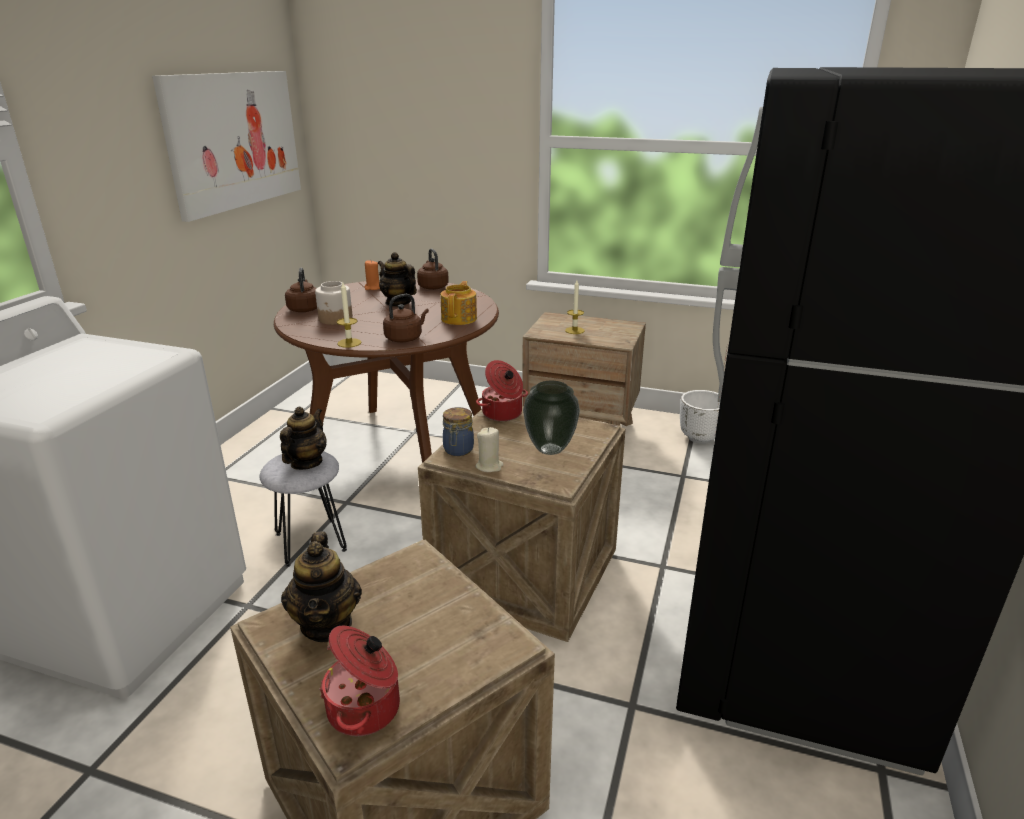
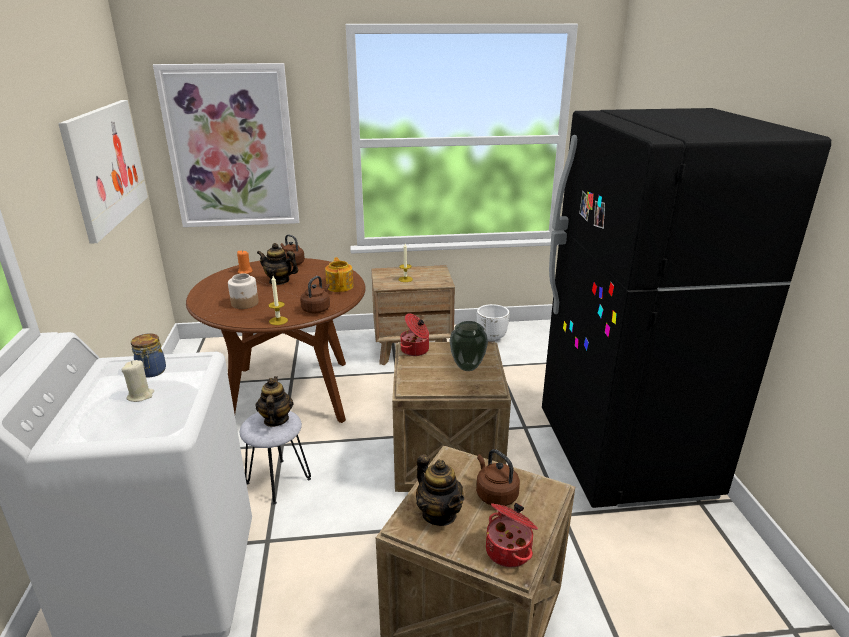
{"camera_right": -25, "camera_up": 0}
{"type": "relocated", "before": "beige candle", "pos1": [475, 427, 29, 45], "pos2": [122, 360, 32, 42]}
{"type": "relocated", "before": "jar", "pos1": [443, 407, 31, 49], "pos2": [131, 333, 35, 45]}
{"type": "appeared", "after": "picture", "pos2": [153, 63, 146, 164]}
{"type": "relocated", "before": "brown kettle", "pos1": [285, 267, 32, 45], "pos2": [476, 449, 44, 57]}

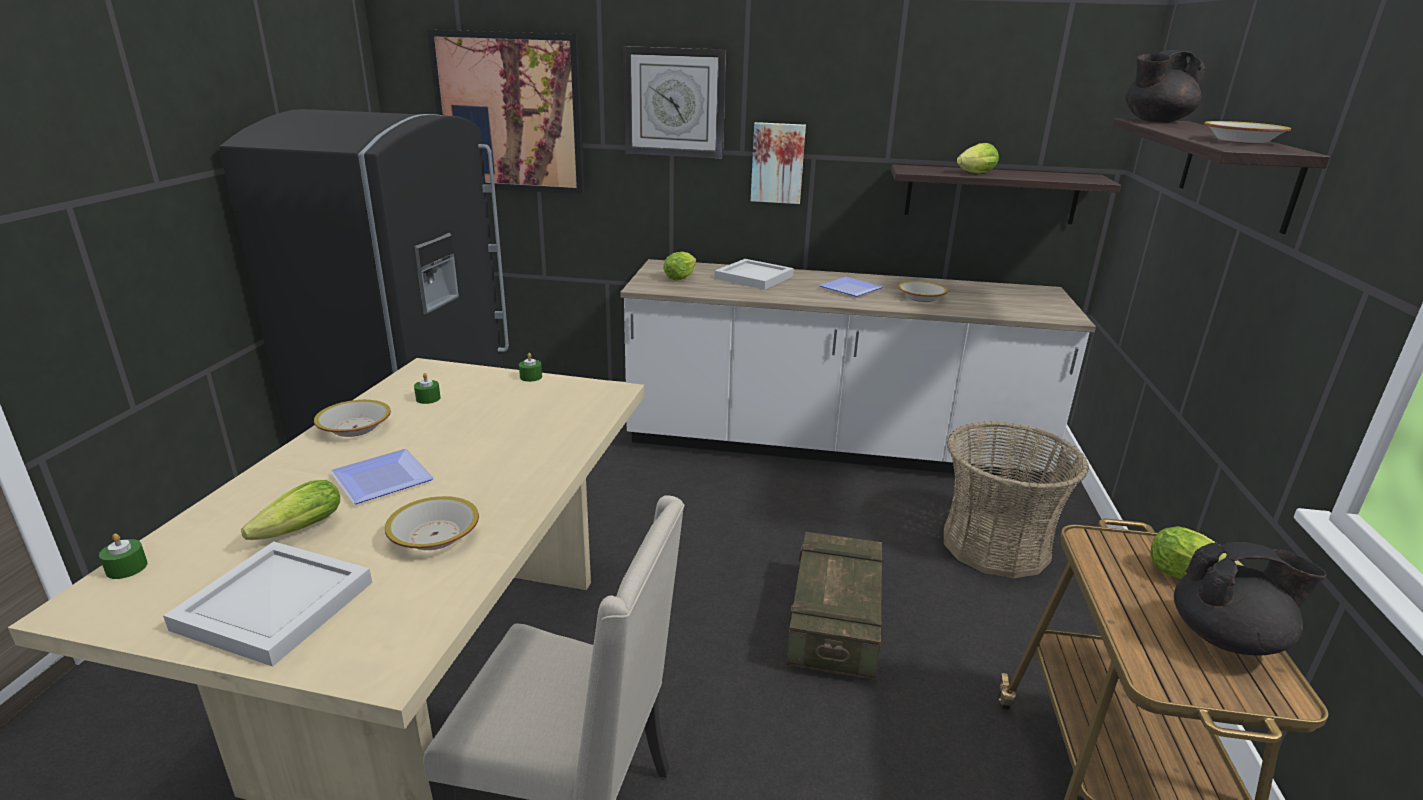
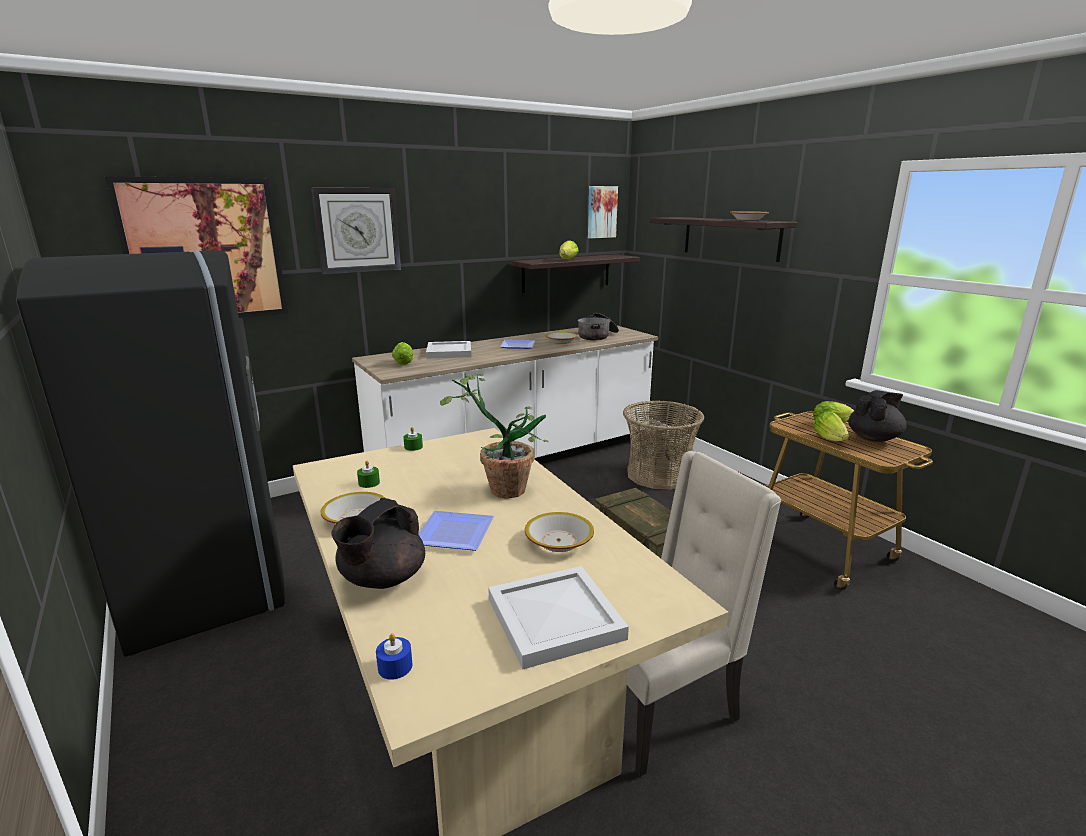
{"camera_right": -40, "camera_up": -5}
{"type": "relocated", "before": "black teapot", "pos1": [1125, 50, 81, 73], "pos2": [332, 498, 93, 91]}
{"type": "colour", "before": "green candle", "after": "blue candle", "pos1": [99, 533, 49, 46], "pos2": [376, 633, 37, 47]}
{"type": "appeared", "after": "potted plant", "pos2": [440, 373, 110, 126]}
{"type": "appeared", "after": "cooking pot", "pos2": [578, 313, 41, 27]}
{"type": "relocated", "before": "picture", "pos1": [751, 122, 55, 82], "pos2": [588, 186, 30, 53]}
{"type": "relocated", "before": "lettuce", "pos1": [241, 480, 99, 60], "pos2": [814, 411, 35, 30]}

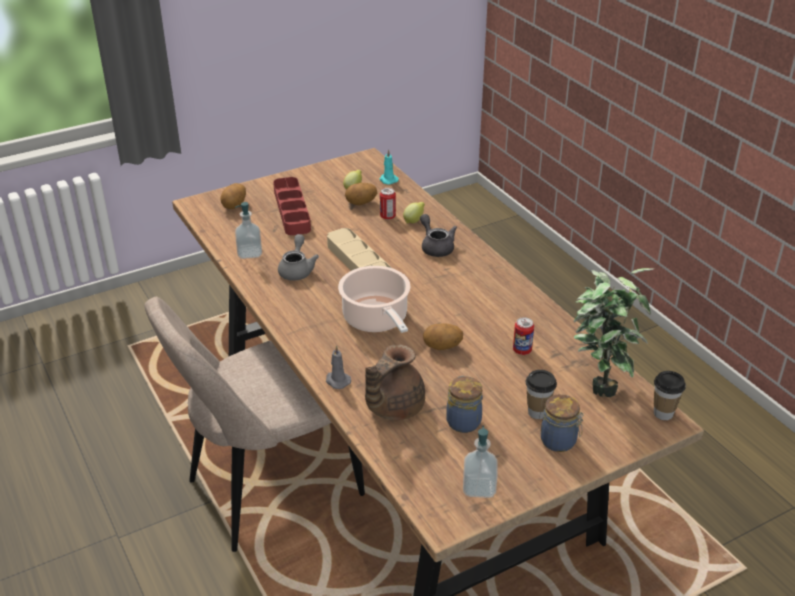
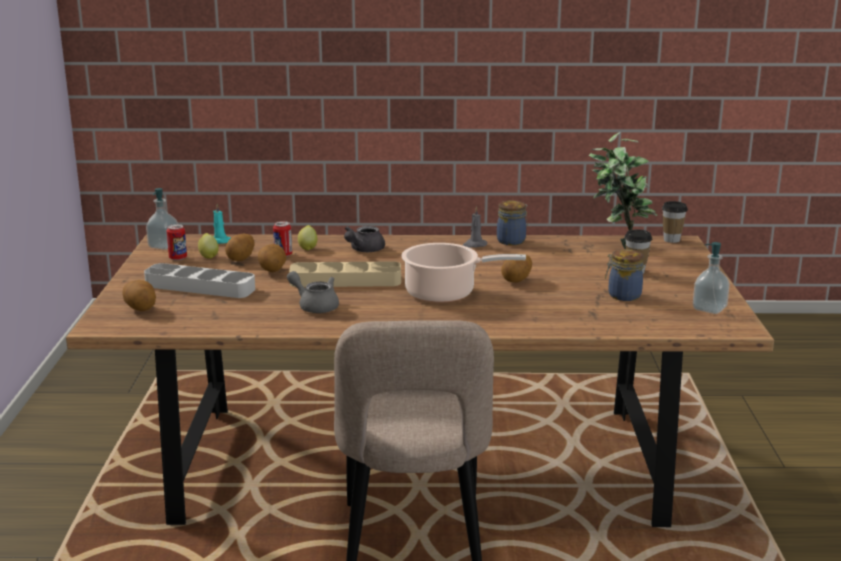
{"camera_right": -60, "camera_up": -15}
{"type": "colour", "before": "red tray", "after": "grey tray", "pos1": [273, 177, 38, 58], "pos2": [144, 263, 111, 35]}
{"type": "relocated", "before": "soap dispenser", "pos1": [235, 202, 27, 57], "pos2": [146, 188, 32, 62]}
{"type": "relocated", "before": "can", "pos1": [513, 317, 21, 38], "pos2": [166, 224, 21, 37]}
{"type": "appeared", "after": "potato", "pos2": [258, 244, 28, 28]}
{"type": "spun", "before": "grey teapot", "pos1": [420, 214, 37, 43], "pos2": [344, 226, 41, 26], "turn": -60}
{"type": "relocated", "before": "grey candle", "pos1": [326, 345, 25, 44], "pos2": [463, 207, 24, 41]}
{"type": "relocated", "before": "jar", "pos1": [541, 394, 43, 58], "pos2": [497, 201, 30, 44]}
{"type": "missing", "before": "brown teapot", "pos1": [365, 344, 60, 77]}

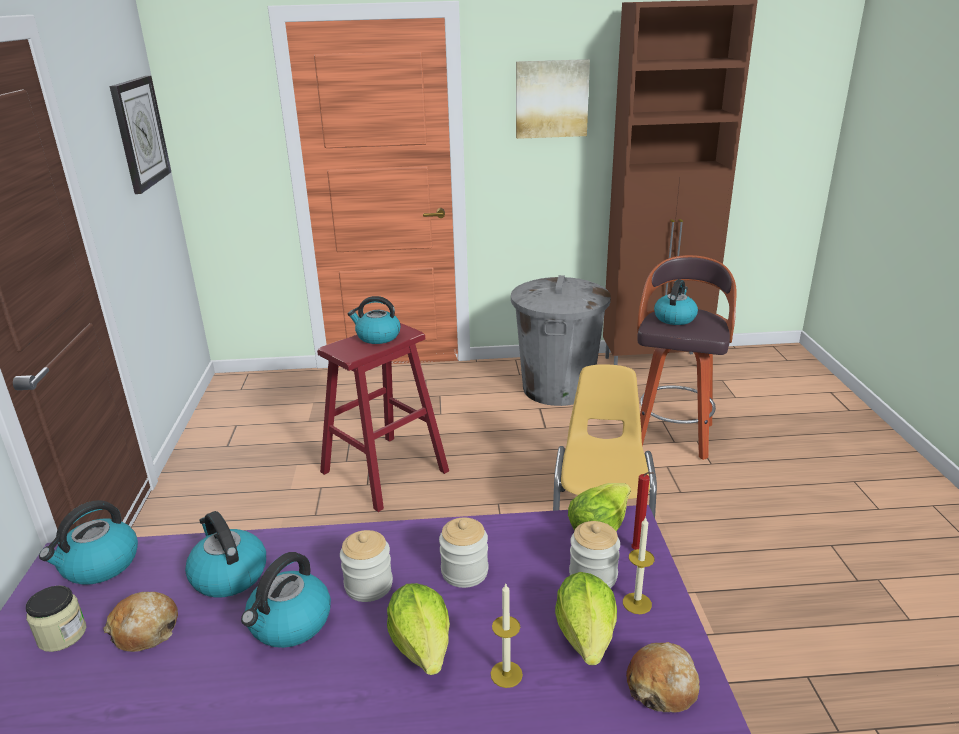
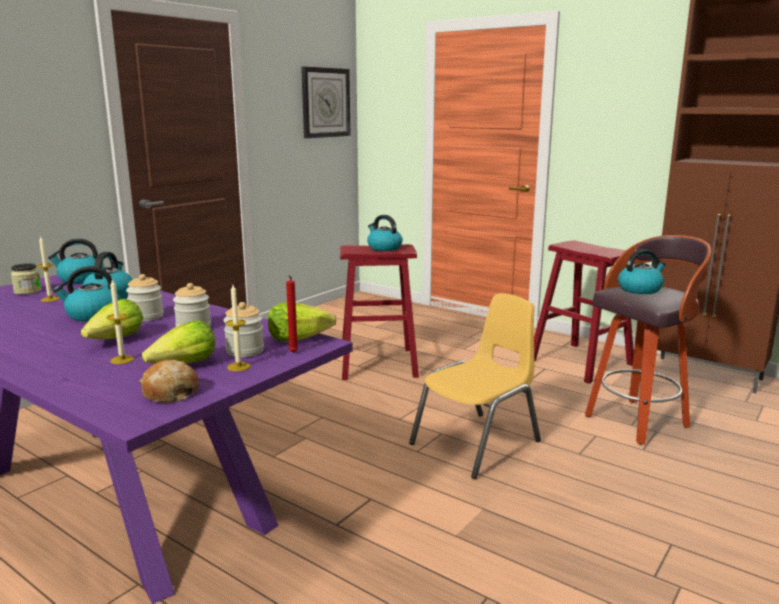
{"camera_right": 40, "camera_up": -10}
{"type": "exchanged", "before": "bread", "after": "candle", "pos1": [104, 592, 74, 60], "pos2": [37, 237, 23, 65]}
{"type": "exchanged", "before": "grey trash can", "after": "red stool", "pos1": [511, 275, 100, 131], "pos2": [534, 241, 100, 143]}
{"type": "missing", "before": "picture", "pos1": [516, 59, 74, 80]}

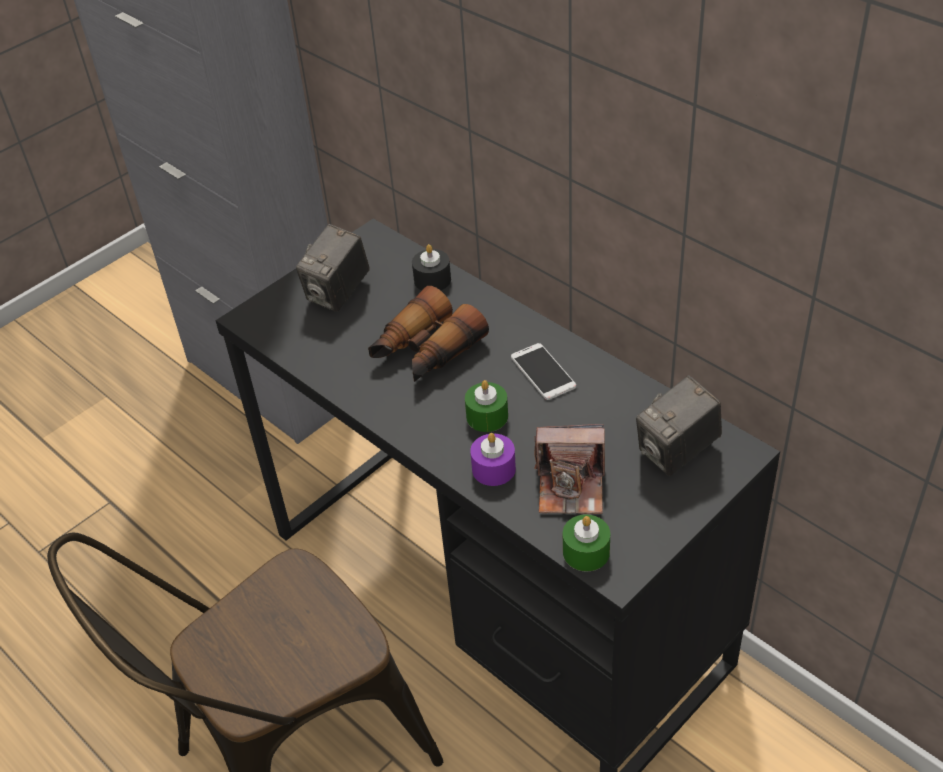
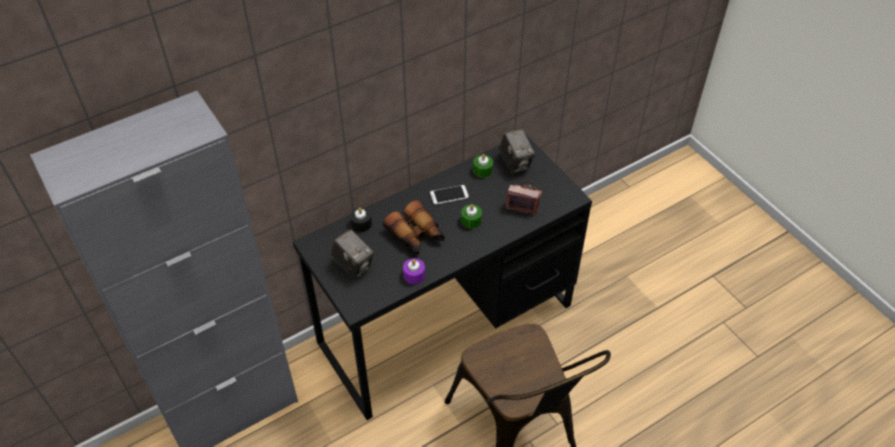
{"camera_right": -80, "camera_up": 5}
{"type": "relocated", "before": "purple candle", "pos1": [470, 433, 46, 53], "pos2": [403, 258, 22, 26]}
{"type": "relocated", "before": "green candle", "pos1": [563, 514, 47, 58], "pos2": [473, 154, 20, 24]}
{"type": "spun", "before": "photo camera", "pos1": [534, 424, 71, 90], "pos2": [506, 181, 36, 33], "turn": -90}

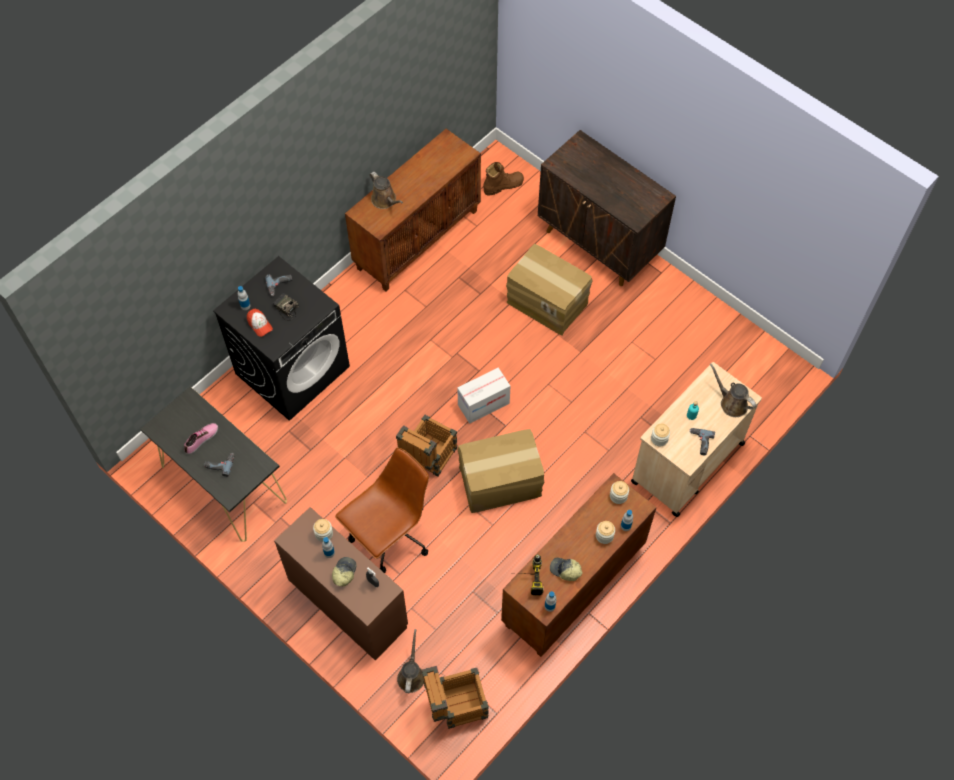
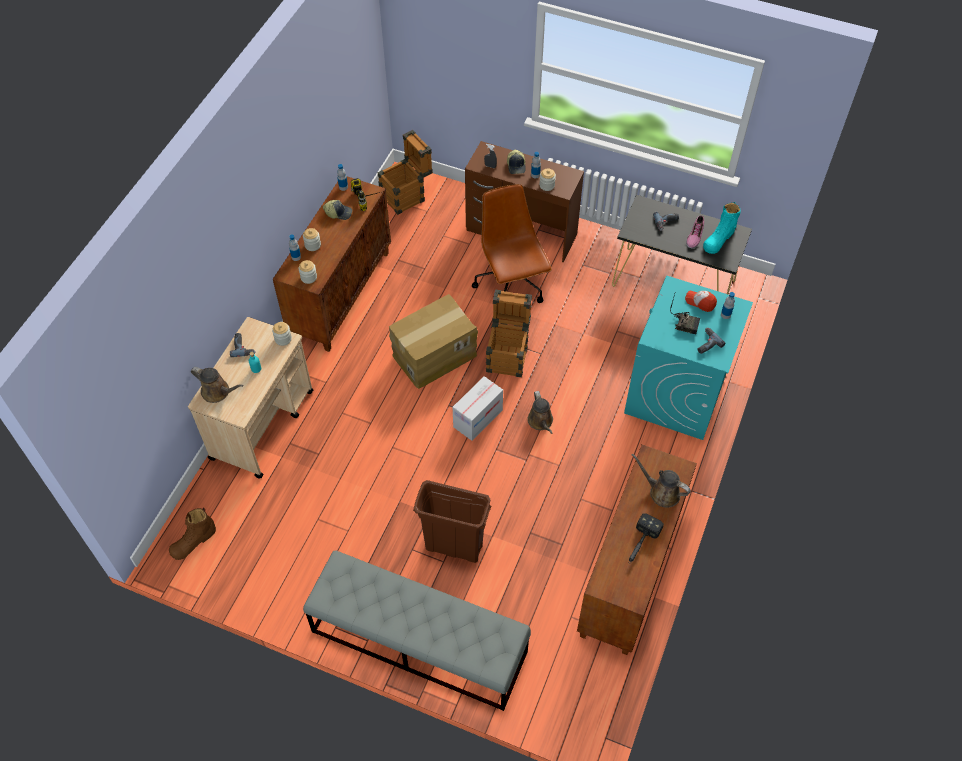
{"camera_right": 160, "camera_up": -5}
{"type": "relocated", "before": "brown boot", "pos1": [483, 162, 41, 34], "pos2": [169, 508, 47, 52]}
{"type": "exchanged", "before": "brown cabinet", "after": "grey bench", "pos1": [538, 130, 138, 156], "pos2": [303, 551, 228, 160]}
{"type": "exchanged", "before": "cardboard box", "after": "brown trash can", "pos1": [506, 244, 87, 91], "pos2": [413, 480, 78, 83]}
{"type": "spun", "before": "brown office chair", "pos1": [335, 448, 94, 125], "pos2": [472, 184, 80, 119], "turn": 135}
{"type": "relocated", "before": "brown watering can", "pos1": [397, 629, 27, 65], "pos2": [527, 391, 26, 43]}
{"type": "colour", "before": "black washing machine", "after": "turquoise washing machine", "pos1": [213, 256, 137, 165], "pos2": [624, 276, 129, 164]}
{"type": "appeared", "after": "hammer", "pos2": [628, 513, 36, 50]}
{"type": "appeared", "after": "turquoise boot", "pos2": [703, 202, 38, 52]}

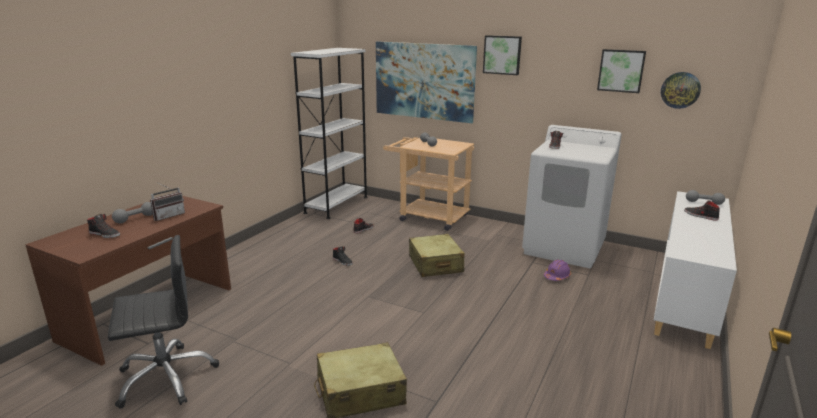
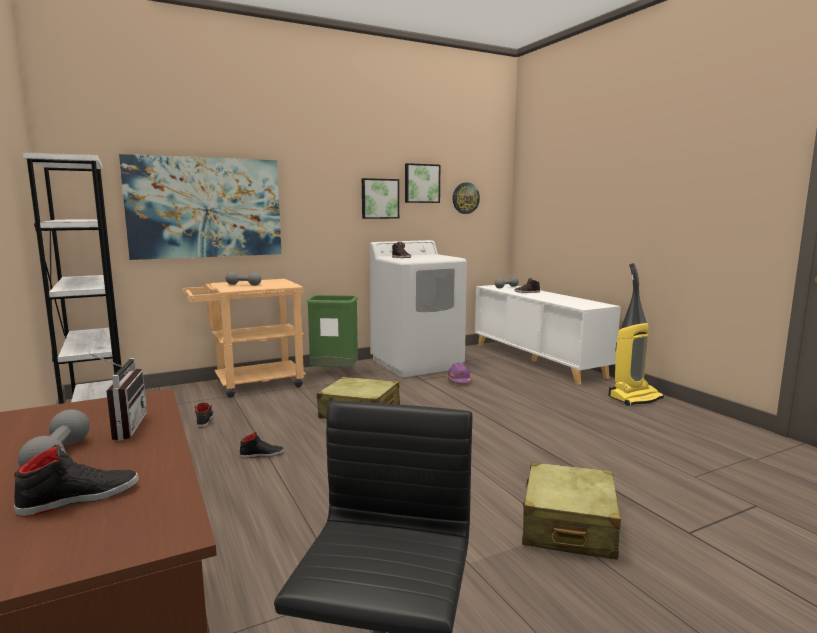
{"camera_right": -55, "camera_up": -10}
{"type": "appeared", "after": "green trash can", "pos2": [306, 295, 52, 72]}
{"type": "relocated", "before": "picture", "pos1": [483, 35, 39, 40], "pos2": [362, 178, 37, 41]}
{"type": "appeared", "after": "vacuum cleaner", "pos2": [608, 263, 56, 143]}

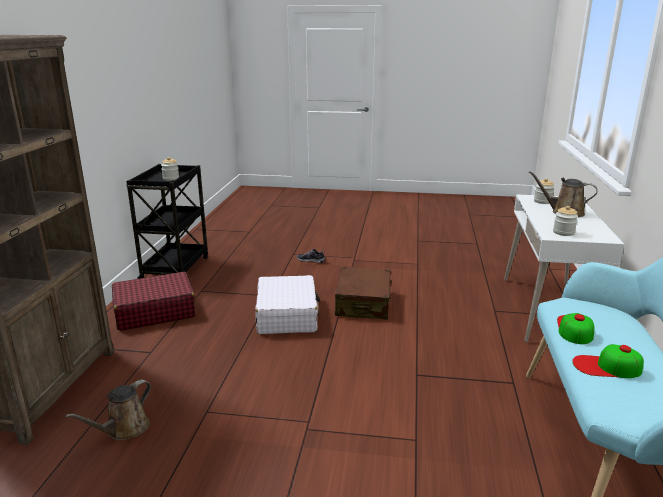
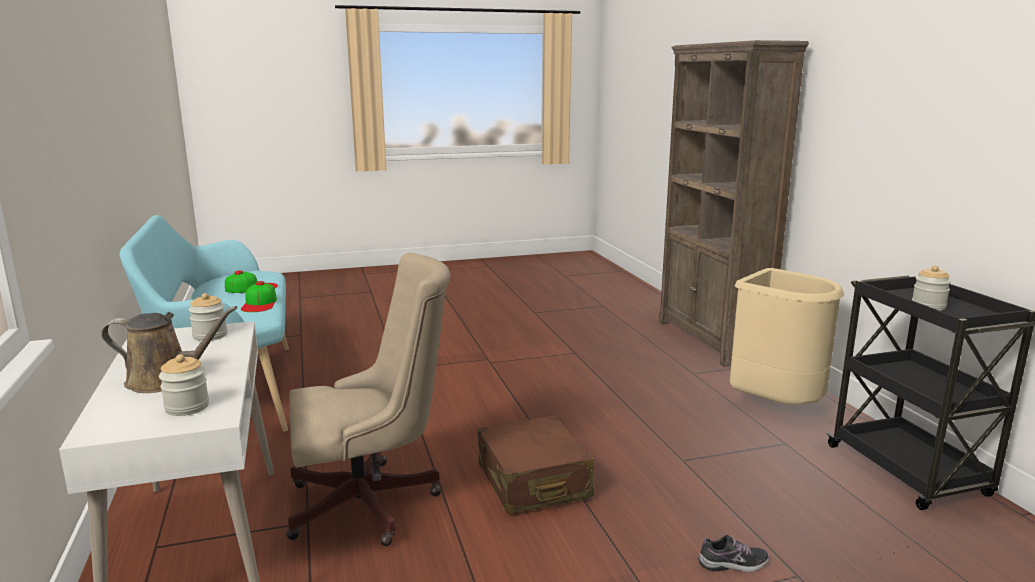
{"camera_right": 155, "camera_up": -5}
{"type": "appeared", "after": "beige office chair", "pos2": [286, 253, 165, 293]}
{"type": "exchanged", "before": "red suitcase", "after": "beige trash can", "pos1": [112, 272, 84, 59], "pos2": [730, 268, 114, 136]}
{"type": "missing", "before": "brown watering can", "pos1": [65, 380, 86, 60]}
{"type": "missing", "before": "white suitcase", "pos1": [255, 275, 65, 59]}

